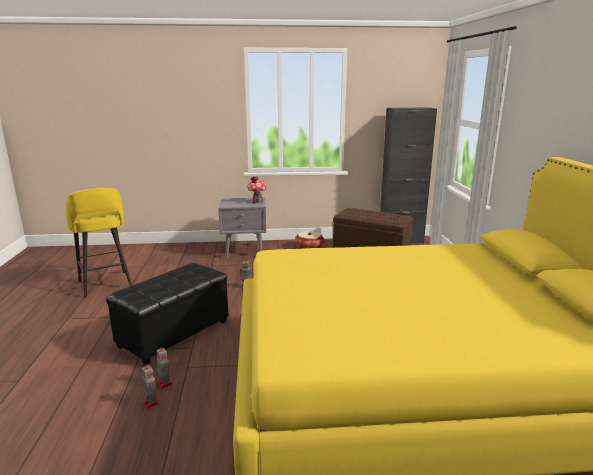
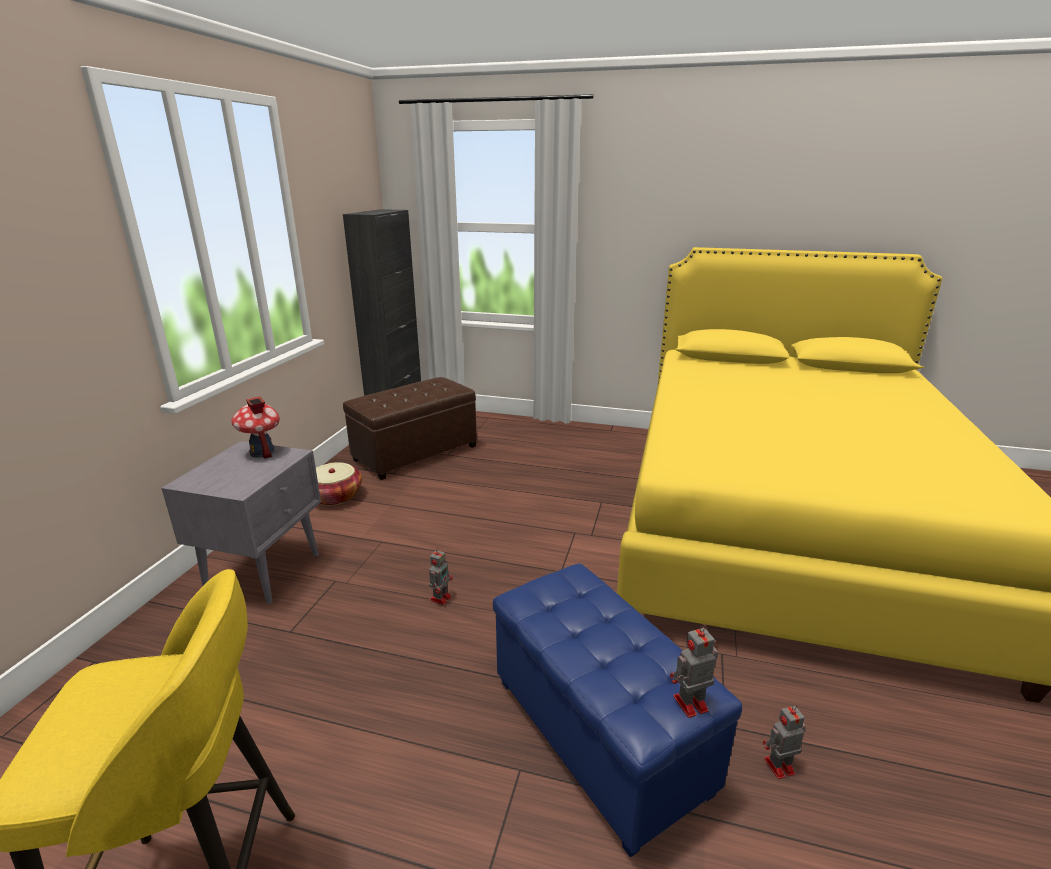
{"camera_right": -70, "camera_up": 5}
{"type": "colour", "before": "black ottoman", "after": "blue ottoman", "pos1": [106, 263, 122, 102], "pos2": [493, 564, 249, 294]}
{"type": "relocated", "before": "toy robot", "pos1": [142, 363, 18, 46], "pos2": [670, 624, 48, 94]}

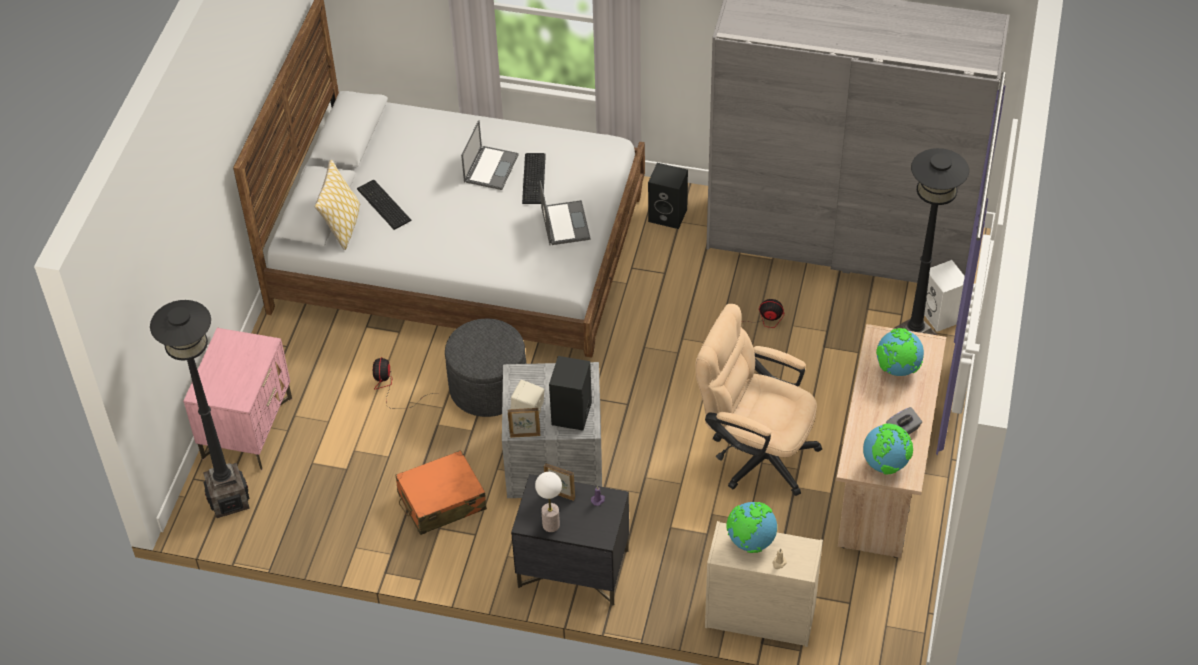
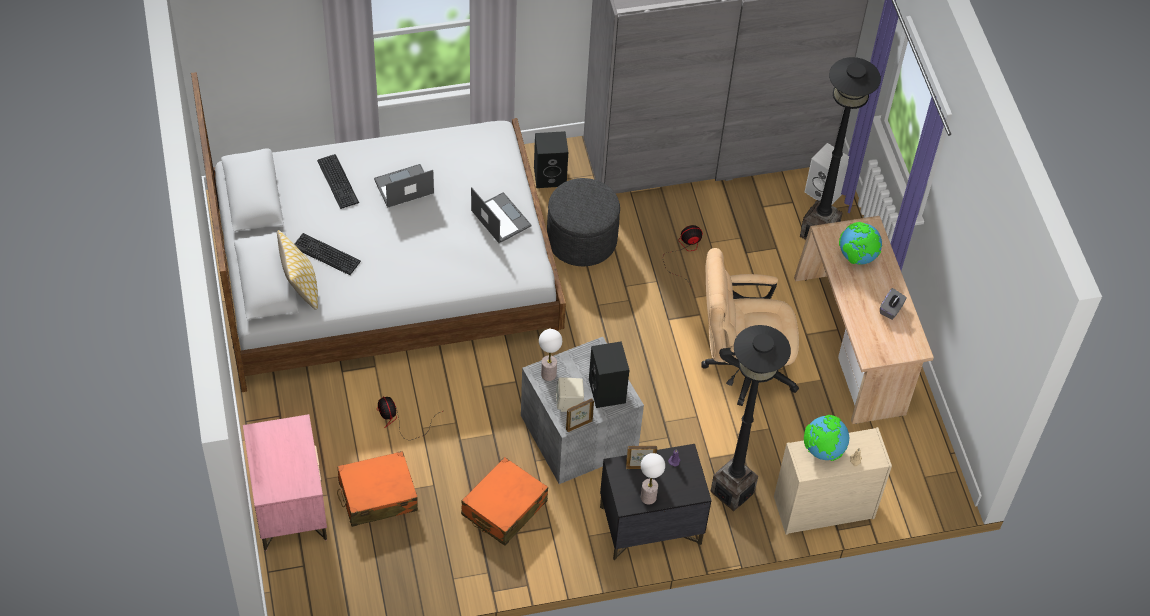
{"camera_right": -30, "camera_up": 5}
{"type": "relocated", "before": "keyboard", "pos1": [522, 153, 24, 51], "pos2": [317, 154, 42, 55]}
{"type": "appeared", "after": "orange suitcase", "pos2": [337, 451, 81, 76]}
{"type": "spun", "before": "laptop", "pos1": [461, 120, 58, 70], "pos2": [374, 164, 60, 44], "turn": -105}
{"type": "appeared", "after": "table lamp", "pos2": [539, 329, 23, 52]}
{"type": "relocated", "before": "grey ottoman", "pos1": [445, 319, 81, 98], "pos2": [547, 178, 73, 88]}
{"type": "relocated", "before": "black floor lamp", "pos1": [150, 300, 100, 218], "pos2": [710, 325, 81, 186]}
{"type": "missing", "before": "globe", "pos1": [863, 424, 50, 50]}

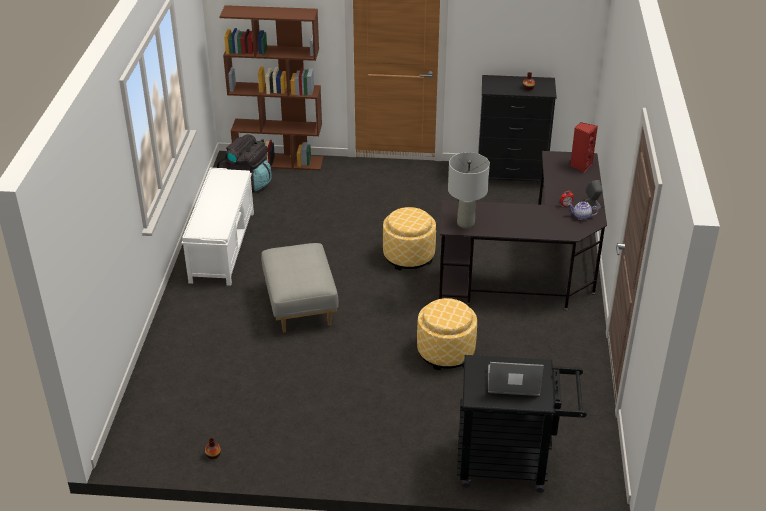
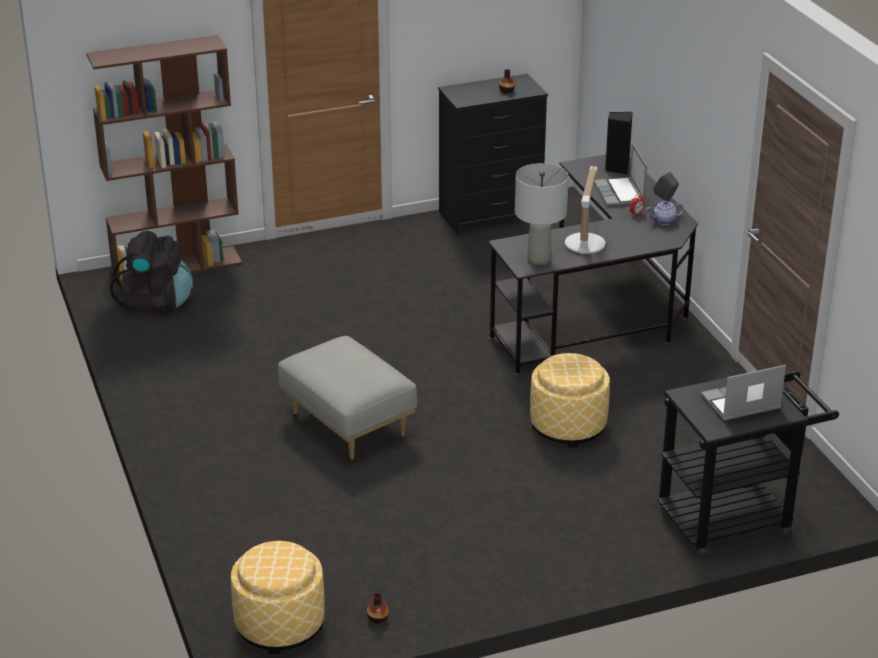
{"camera_right": -25, "camera_up": -5}
{"type": "relocated", "before": "ottoman", "pos1": [383, 207, 53, 63], "pos2": [231, 541, 94, 113]}
{"type": "appeared", "after": "table lamp", "pos2": [565, 166, 40, 88]}
{"type": "appeared", "after": "laptop", "pos2": [594, 143, 53, 63]}
{"type": "colour", "before": "red speaker", "after": "black speaker", "pos1": [570, 122, 28, 50], "pos2": [605, 112, 28, 63]}
{"type": "missing", "before": "white bench", "pos1": [182, 168, 72, 118]}

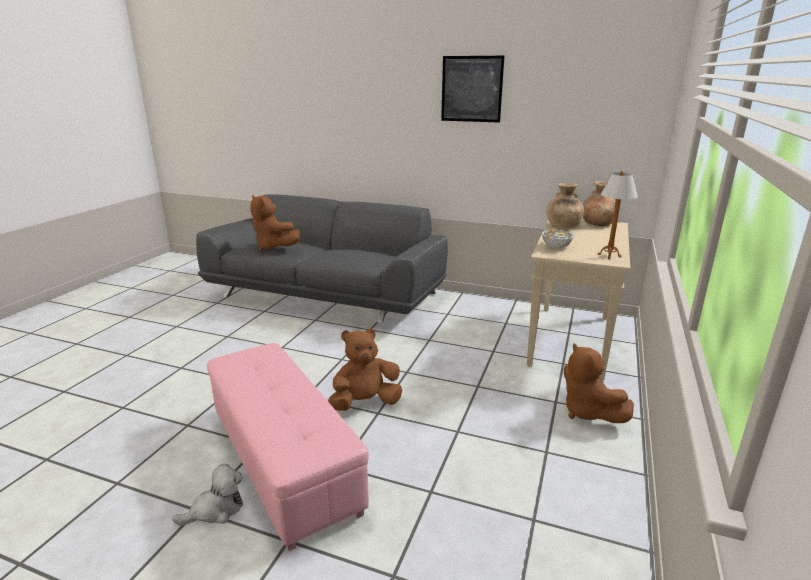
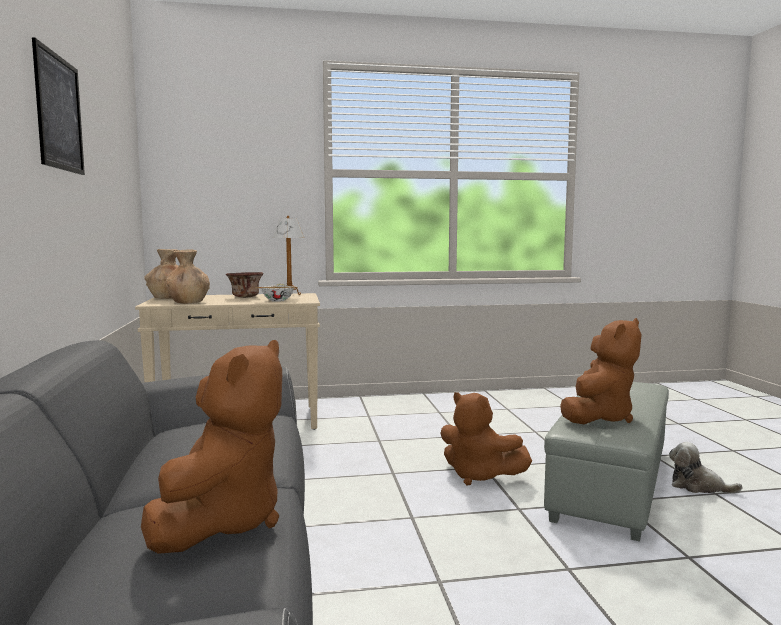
{"camera_right": -120, "camera_up": -15}
{"type": "appeared", "after": "bowl", "pos2": [226, 272, 37, 26]}
{"type": "colour", "before": "pink ottoman", "after": "grey ottoman", "pos1": [207, 343, 162, 208], "pos2": [544, 382, 125, 160]}
{"type": "relocated", "before": "brown plush toy", "pos1": [564, 343, 70, 80], "pos2": [560, 318, 82, 106]}

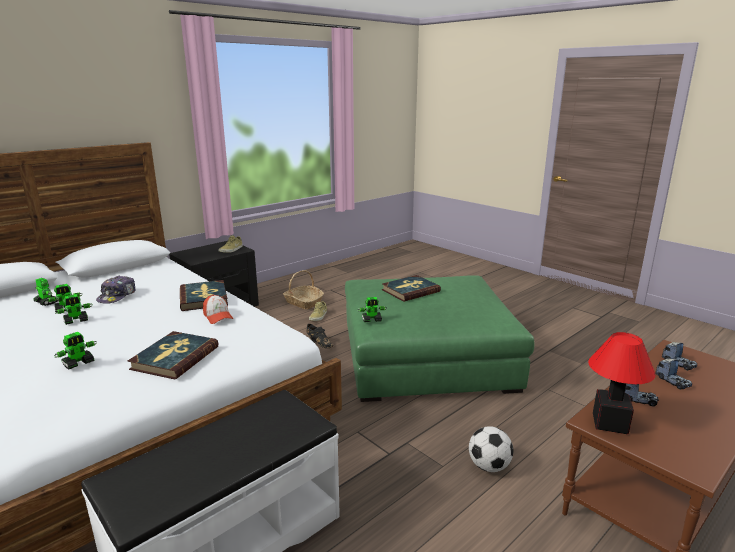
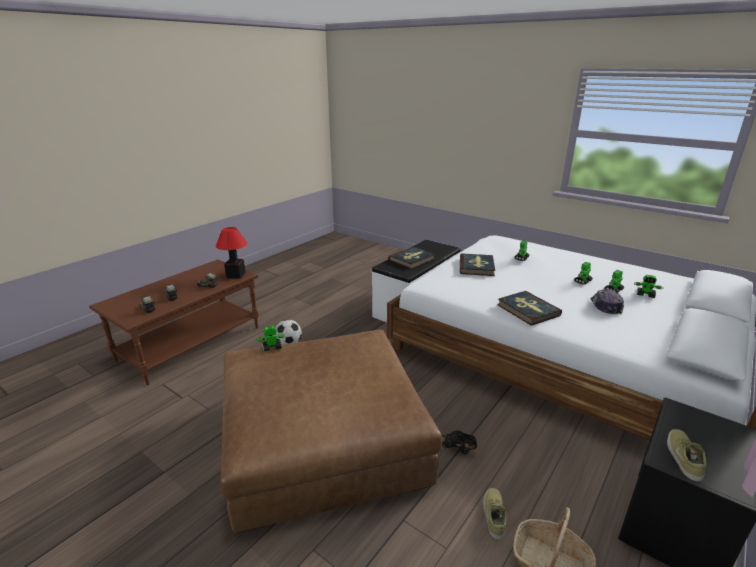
{"camera_right": 170, "camera_up": 5}
{"type": "colour", "before": "green ottoman", "after": "brown ottoman", "pos1": [345, 275, 190, 127], "pos2": [220, 330, 222, 203]}
{"type": "relocated", "before": "toy robot", "pos1": [357, 297, 30, 25], "pos2": [256, 326, 29, 25]}
{"type": "relocated", "before": "book", "pos1": [382, 275, 59, 27], "pos2": [389, 247, 46, 22]}
{"type": "missing", "before": "cap", "pos1": [203, 294, 30, 30]}

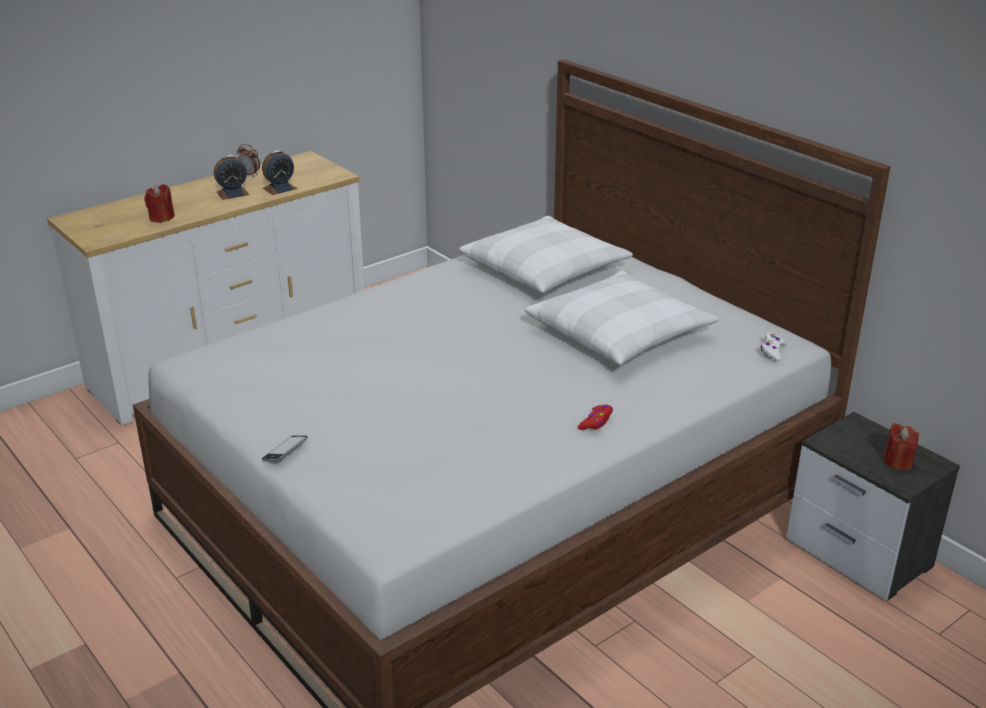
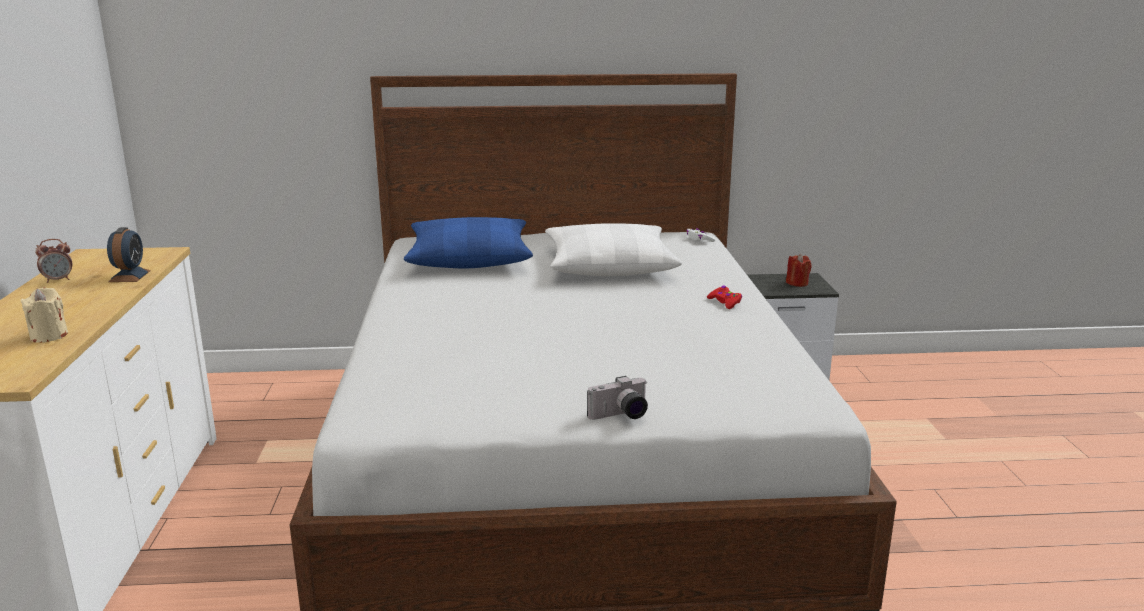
{"camera_right": -55, "camera_up": -10}
{"type": "colour", "before": "red candle", "after": "beige candle", "pos1": [145, 184, 30, 39], "pos2": [20, 287, 48, 56]}
{"type": "colour", "before": "white pillow", "after": "blue pillow", "pos1": [459, 216, 174, 78], "pos2": [404, 217, 129, 51]}
{"type": "exchanged", "before": "phone", "after": "photo camera", "pos1": [262, 436, 46, 25], "pos2": [587, 376, 61, 44]}
{"type": "missing", "before": "alarm clock", "pos1": [214, 155, 35, 45]}

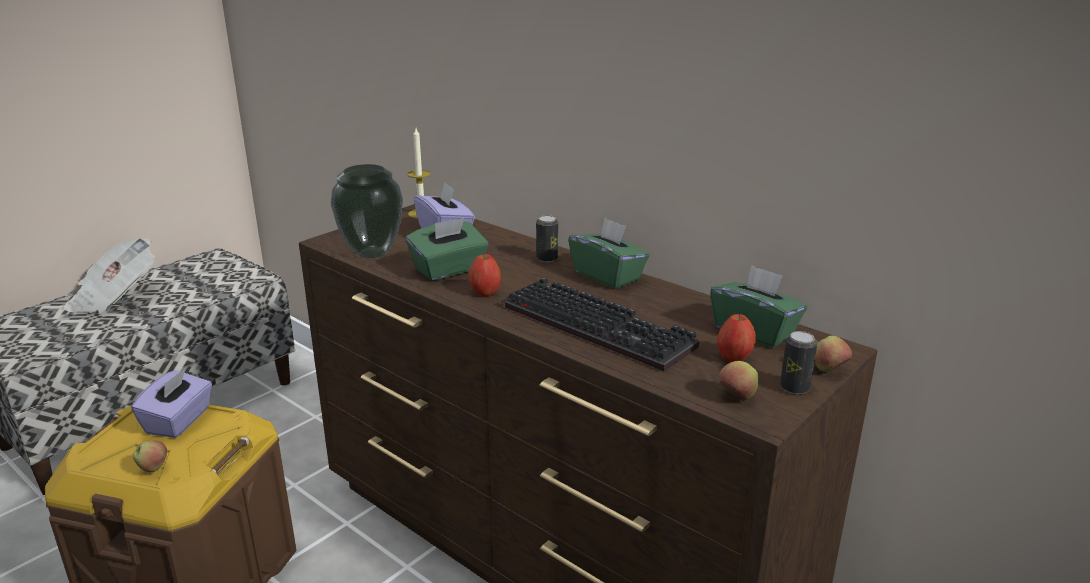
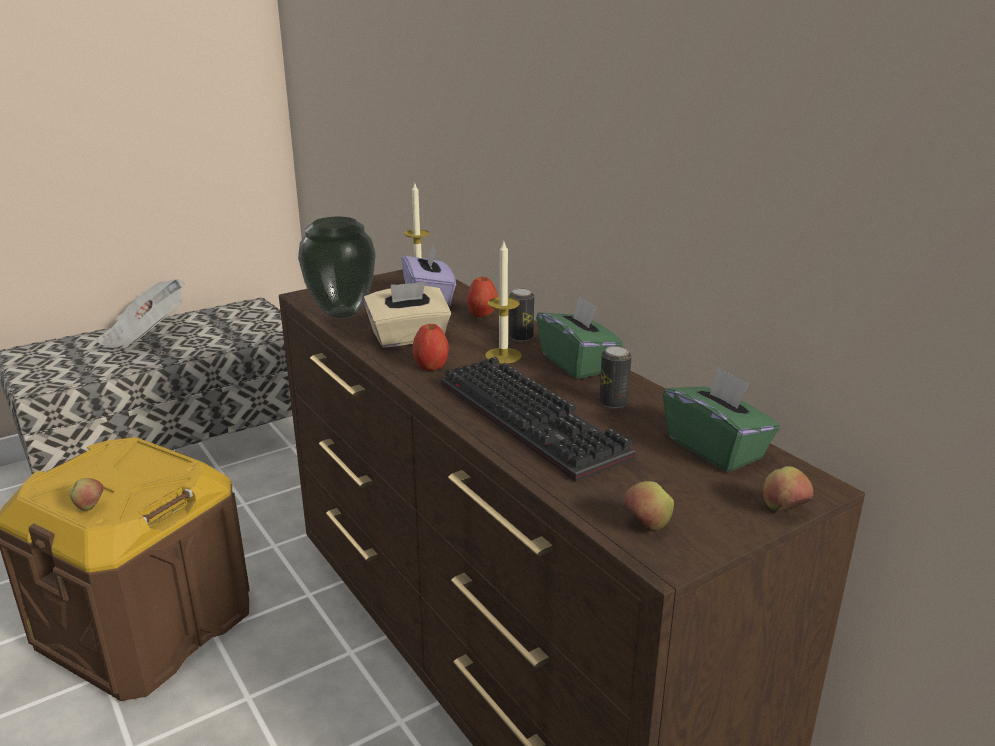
{"camera_right": 15, "camera_up": 0}
{"type": "colour", "before": "green tissue box", "after": "beige tissue box", "pos1": [406, 218, 82, 63], "pos2": [364, 282, 87, 66]}
{"type": "relocated", "before": "apple", "pos1": [717, 314, 39, 48], "pos2": [467, 276, 31, 41]}
{"type": "appeared", "after": "candle", "pos2": [485, 242, 37, 122]}
{"type": "relocated", "before": "can", "pos1": [780, 331, 37, 63], "pos2": [599, 346, 33, 62]}
{"type": "missing", "before": "purple tissue box", "pos1": [131, 369, 81, 69]}

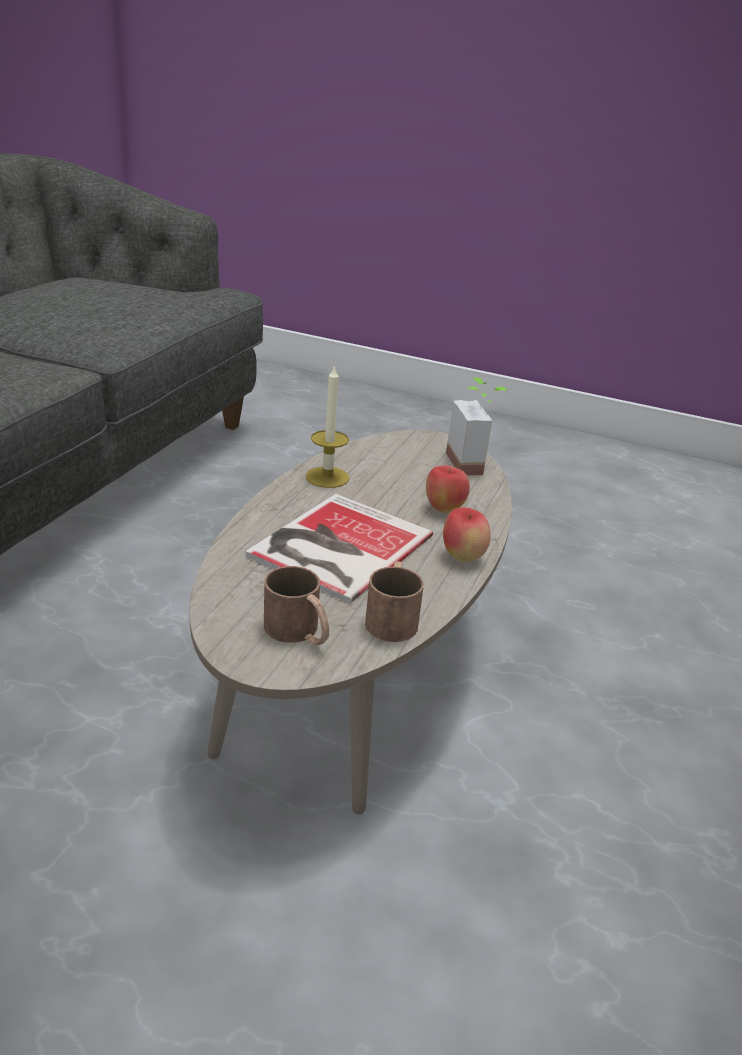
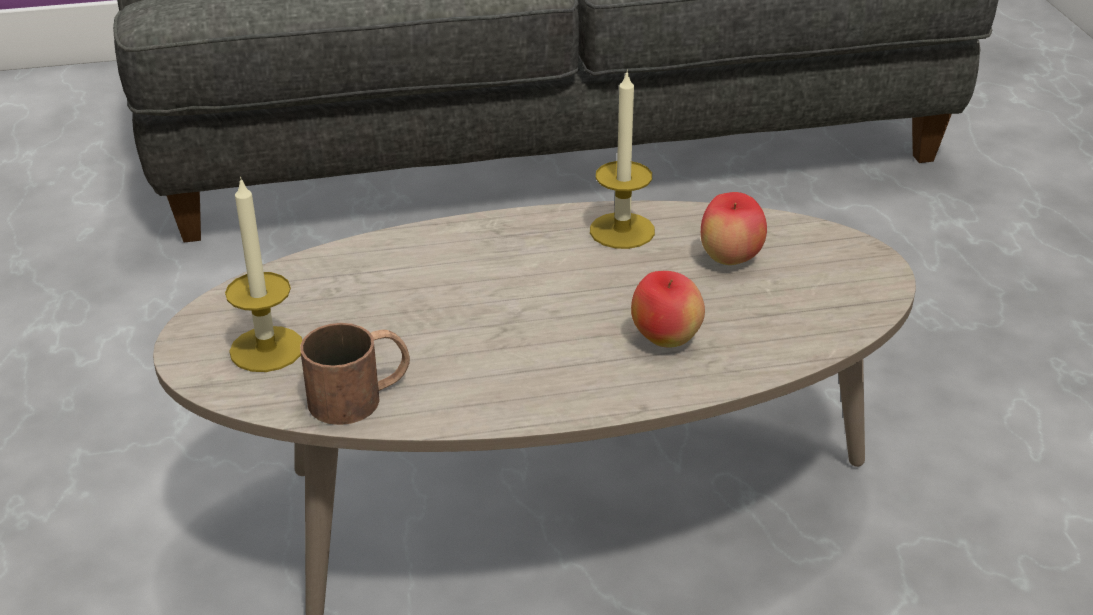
{"camera_right": 60, "camera_up": 5}
{"type": "exchanged", "before": "brown mug", "after": "candle", "pos1": [264, 566, 65, 79], "pos2": [225, 177, 77, 195]}
{"type": "relocated", "before": "apple", "pos1": [443, 507, 48, 55], "pos2": [701, 192, 66, 73]}
{"type": "missing", "before": "book", "pos1": [246, 494, 187, 109]}
{"type": "missing", "before": "potted plant", "pos1": [446, 377, 61, 98]}

